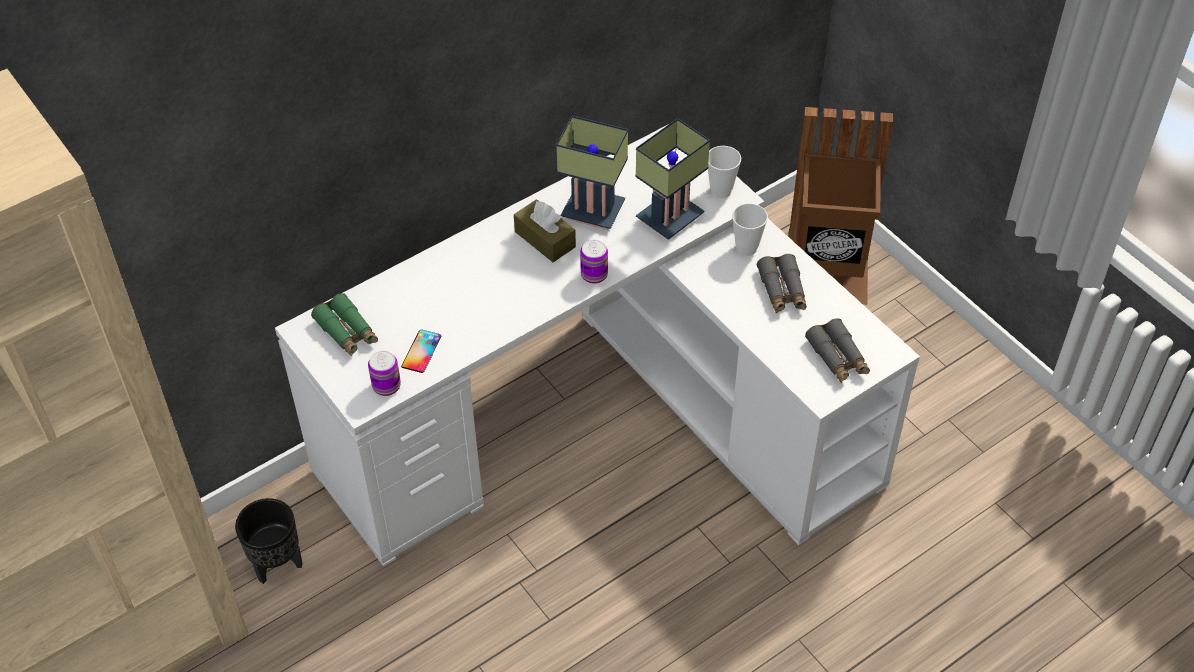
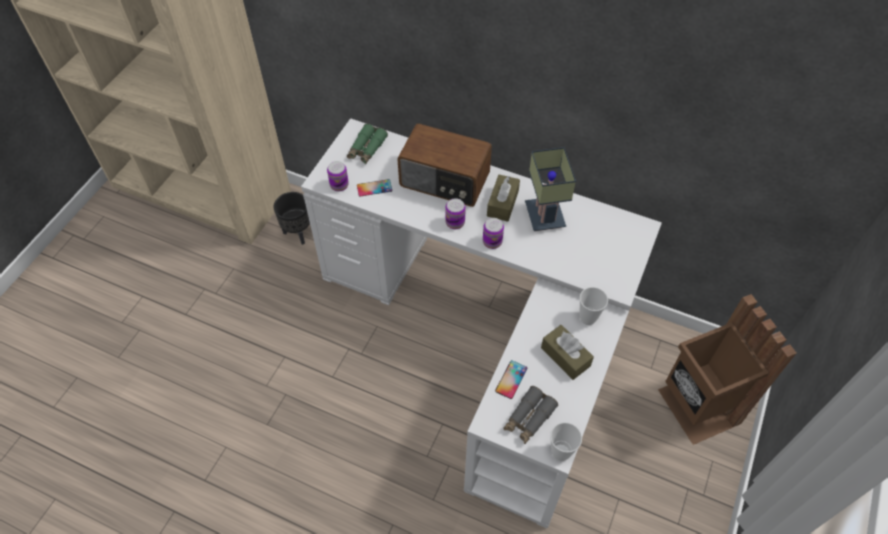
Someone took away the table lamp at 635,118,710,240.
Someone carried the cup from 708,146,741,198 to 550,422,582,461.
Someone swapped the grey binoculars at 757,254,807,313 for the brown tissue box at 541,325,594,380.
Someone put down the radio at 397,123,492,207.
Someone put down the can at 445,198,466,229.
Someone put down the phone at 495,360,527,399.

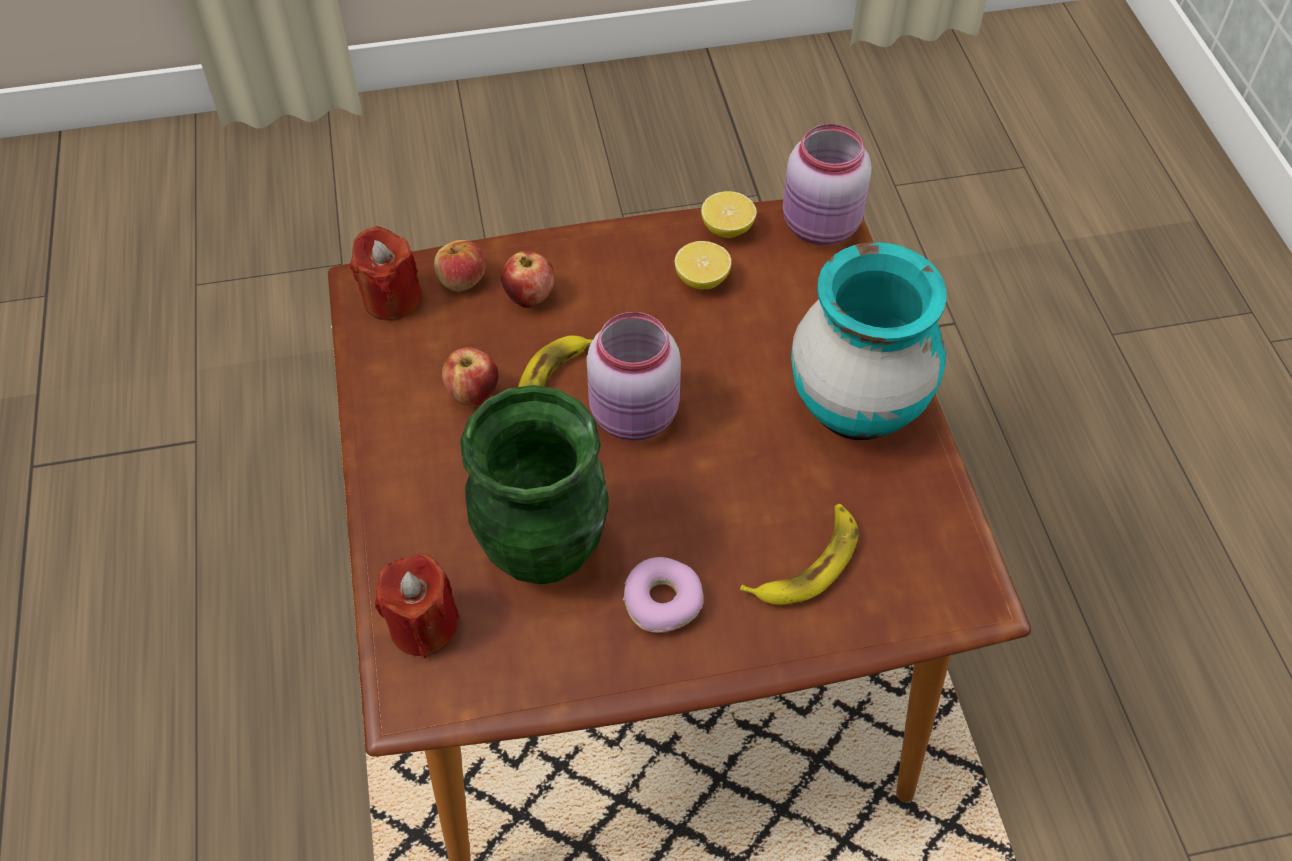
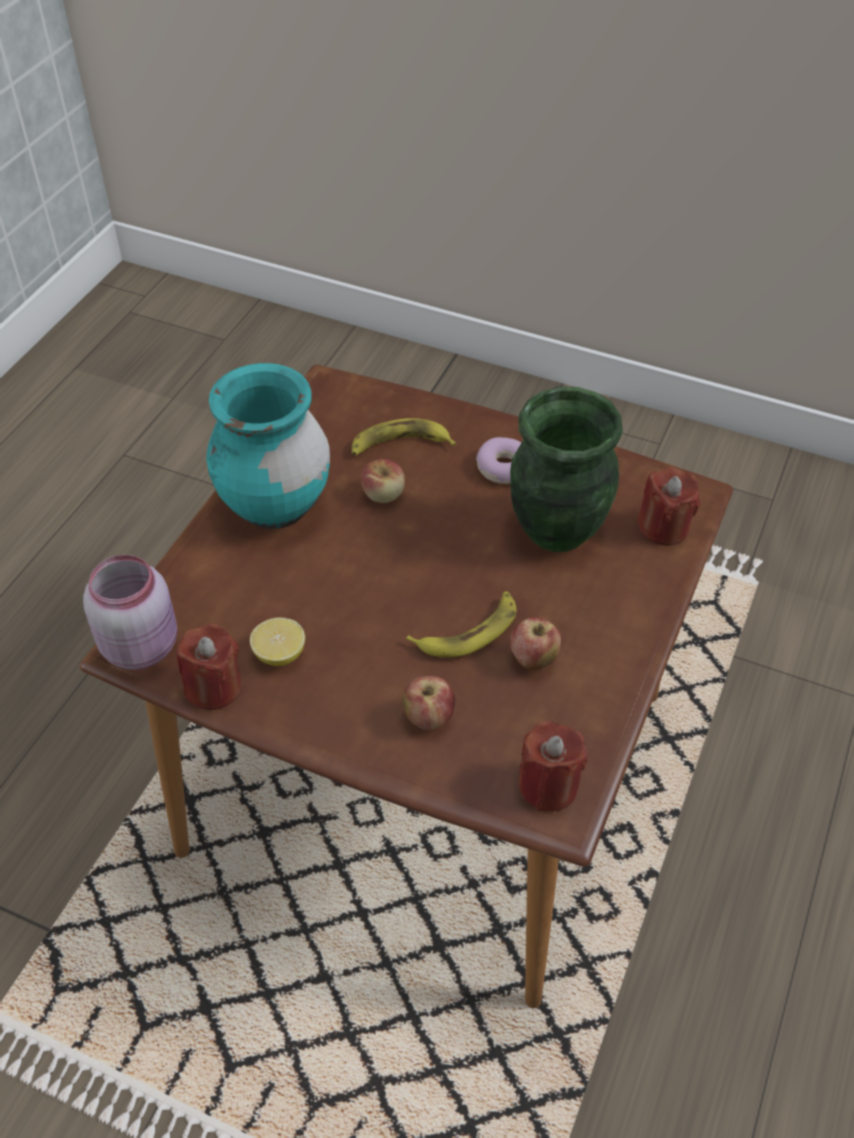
Someone carried the apple from 434,240,486,291 to 361,459,405,503.
Someone took away the pink jar at 586,312,681,441.
Someone swapped the lemon at 701,191,757,238 for the red candle at 177,623,242,710.

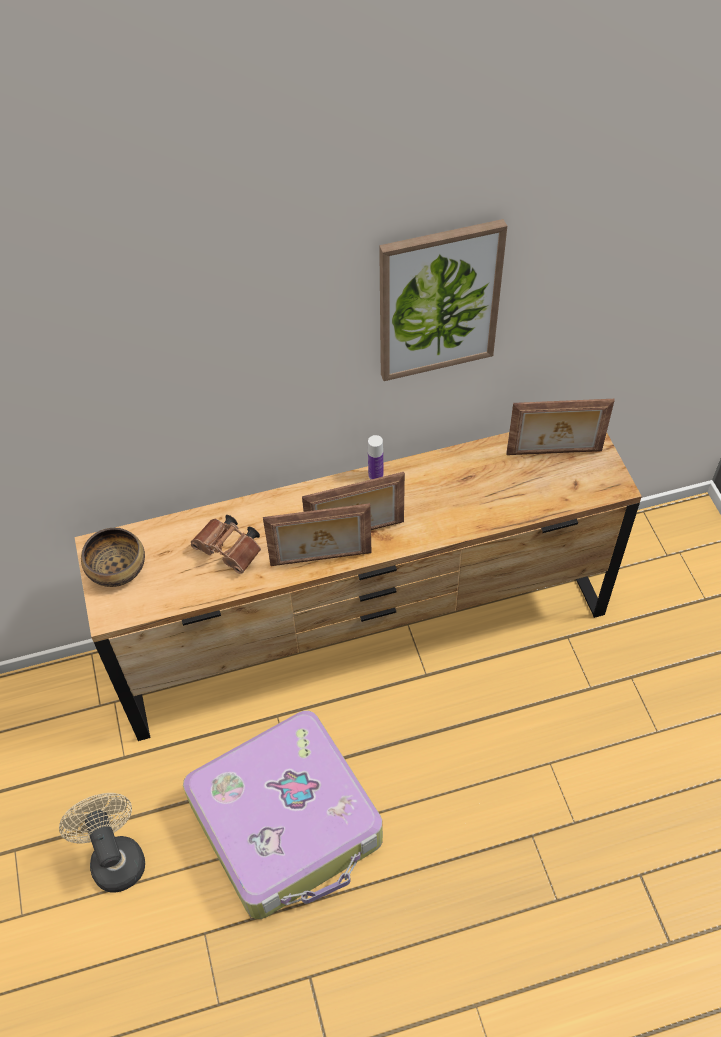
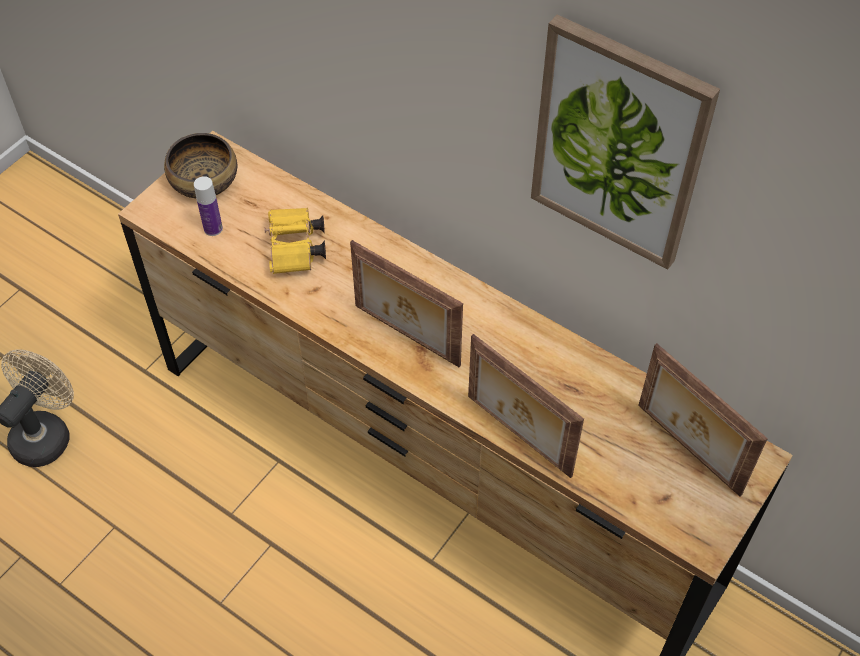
Someone took away the suitcase at 183,710,383,919.
Someone repainted the brown binoculars at 191,515,261,574, which became the yellow binoculars at 264,208,326,274.
Someone carried the picture frame from 263,503,372,566 to 468,334,584,478.
Someone carried the bottle from 368,435,383,479 to 194,176,223,236.

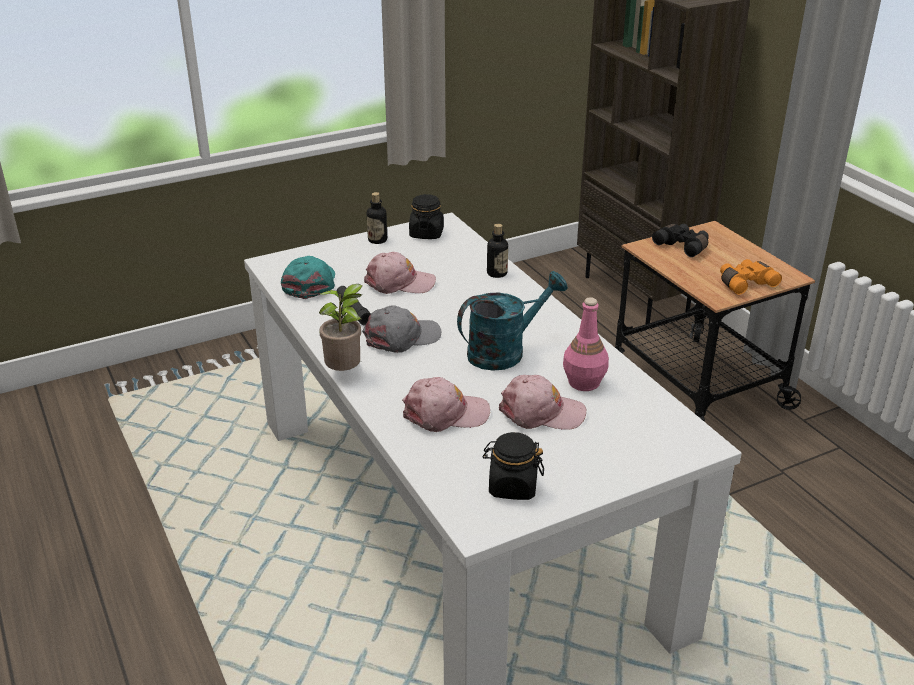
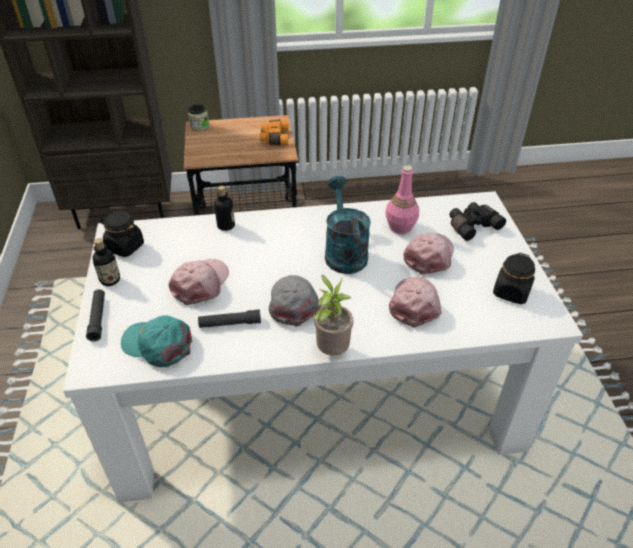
Someone carried the black binoculars from 652,224,709,257 to 449,202,506,241.
Someone put down the black flashlight at 86,289,105,341.
Someone put down the jar at 188,104,209,131.

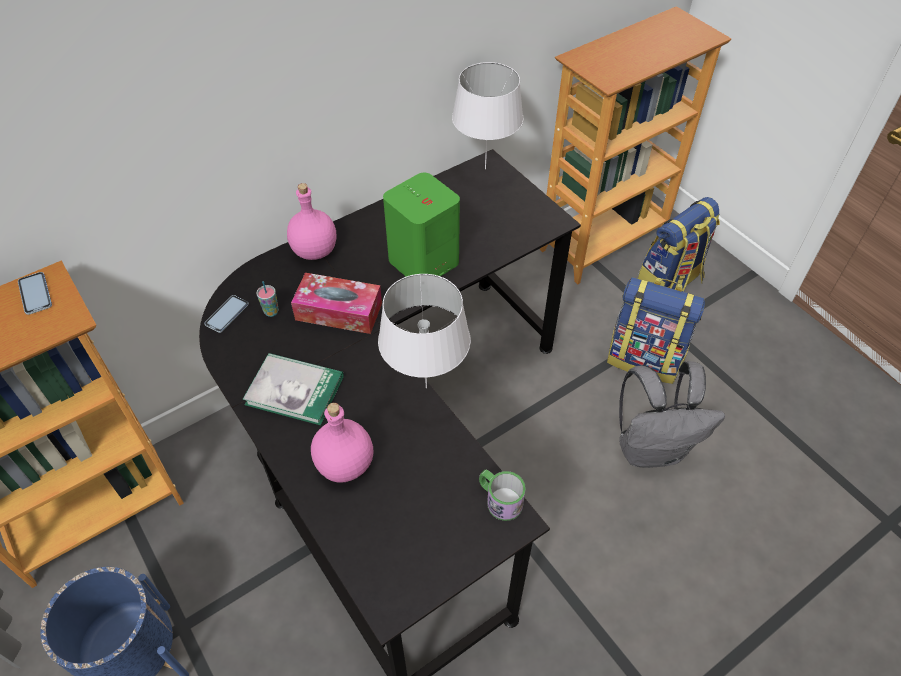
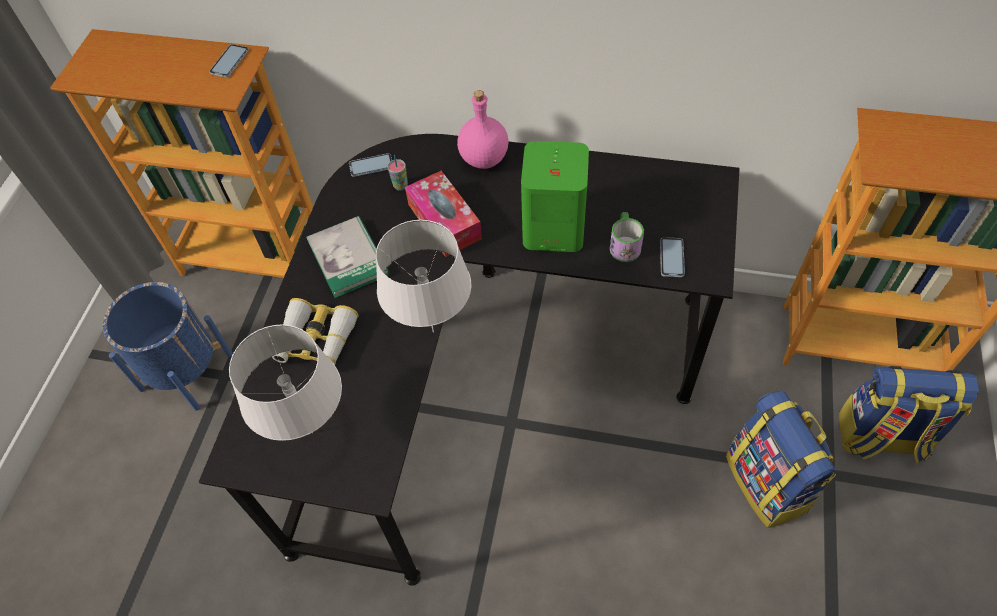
Someone swapped the pink bottle at 311,403,373,483 for the binoculars at 272,298,358,365.
Someone carried the white table lamp from 452,62,524,169 to 229,324,342,441.
Someone carried the mug from 479,470,526,521 to 610,212,644,262.
Someone took away the grey backpack at 619,361,725,468.
Someone put down the phone at 660,237,685,277.

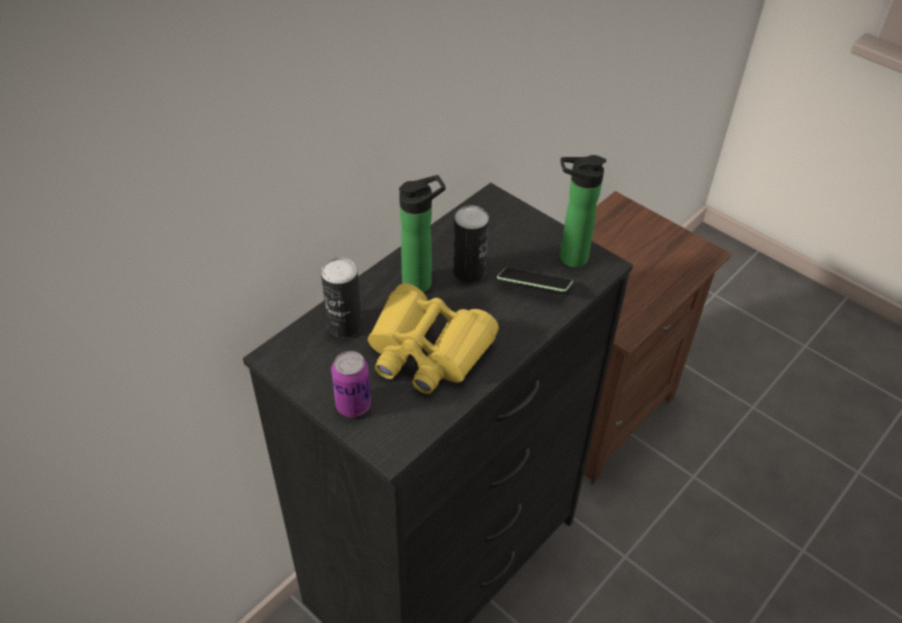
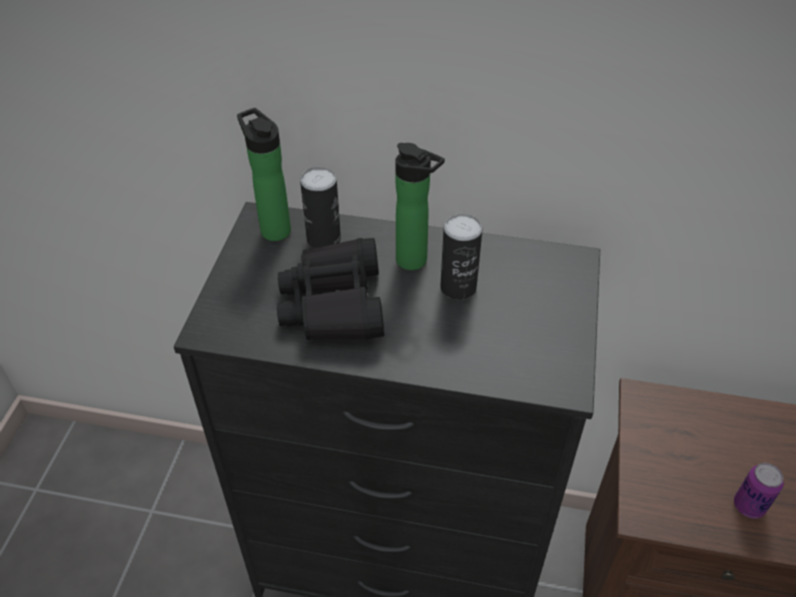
Someone carried the can from 331,351,371,417 to 734,463,784,519.
Someone repainted the yellow binoculars at 368,283,499,394, which became the black binoculars at 277,238,384,340.
Someone took away the phone at 497,268,573,292.
Someone carried the bottle from 560,155,606,268 to 237,108,291,241.

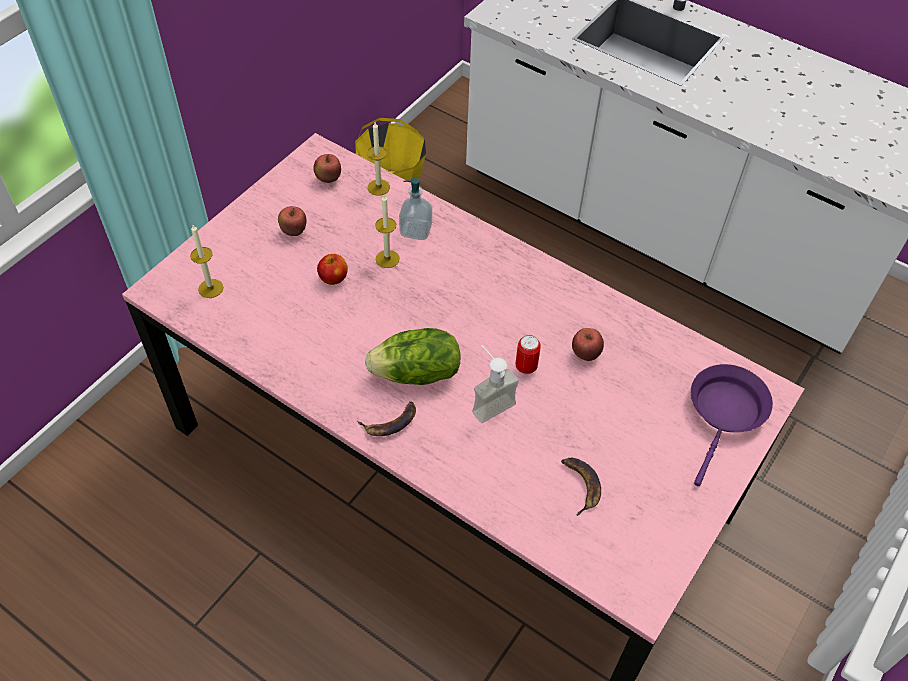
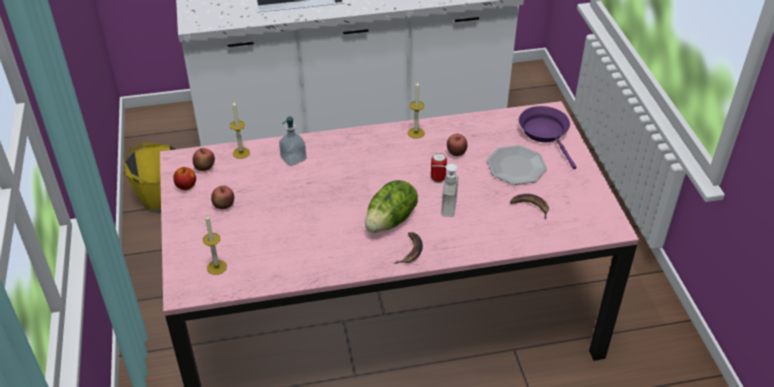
Someone carried the apple from 317,254,348,285 to 173,167,196,190.
Someone carried the candle from 375,195,399,268 to 408,82,425,139.
Someone put down the plate at 487,145,547,185.

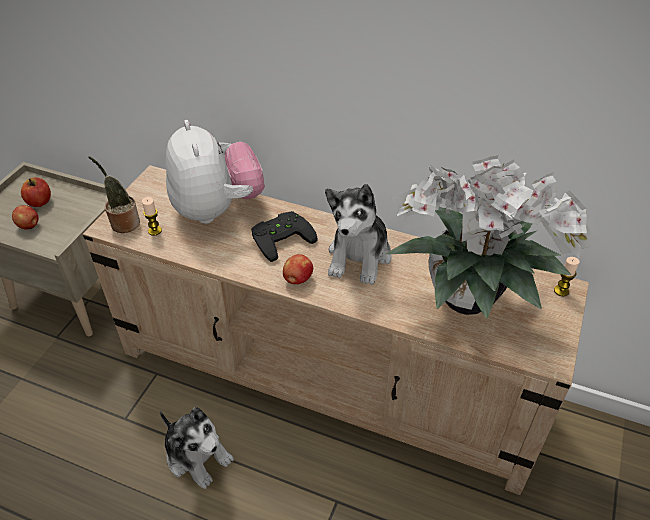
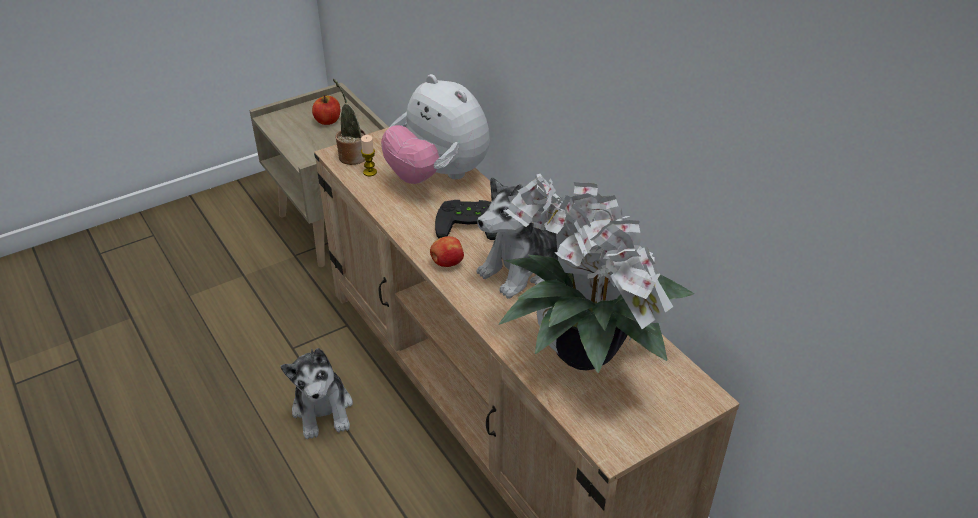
Someone took away the apple at 12,205,38,230.
Someone rotated the plush toy at 166,120,265,224 by 120 degrees clockwise.
Someone took away the candle at 554,257,579,296.

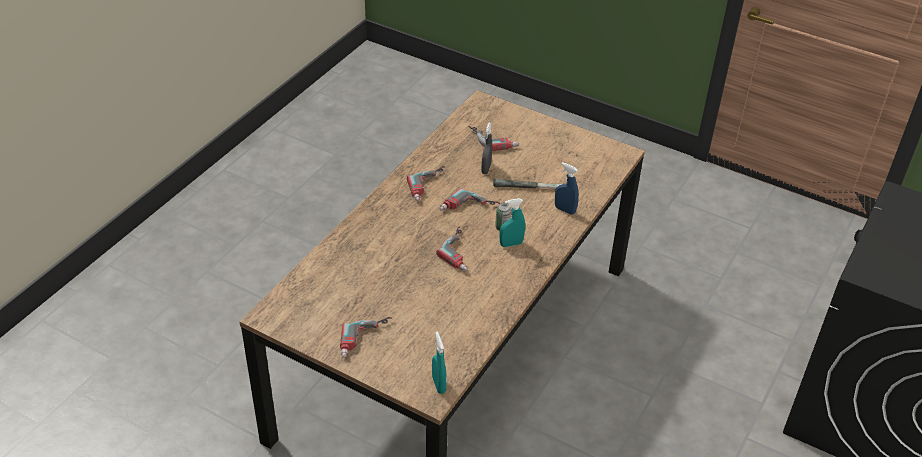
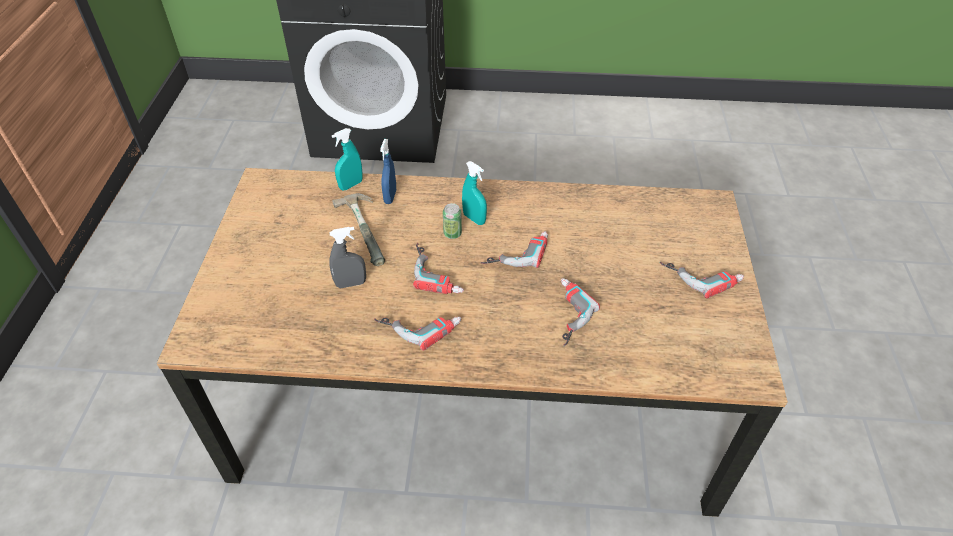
Someone carried the turquoise spray bottle from 432,332,446,394 to 332,128,363,190.
Someone carried the power drill from 469,125,519,151 to 561,278,600,346.

